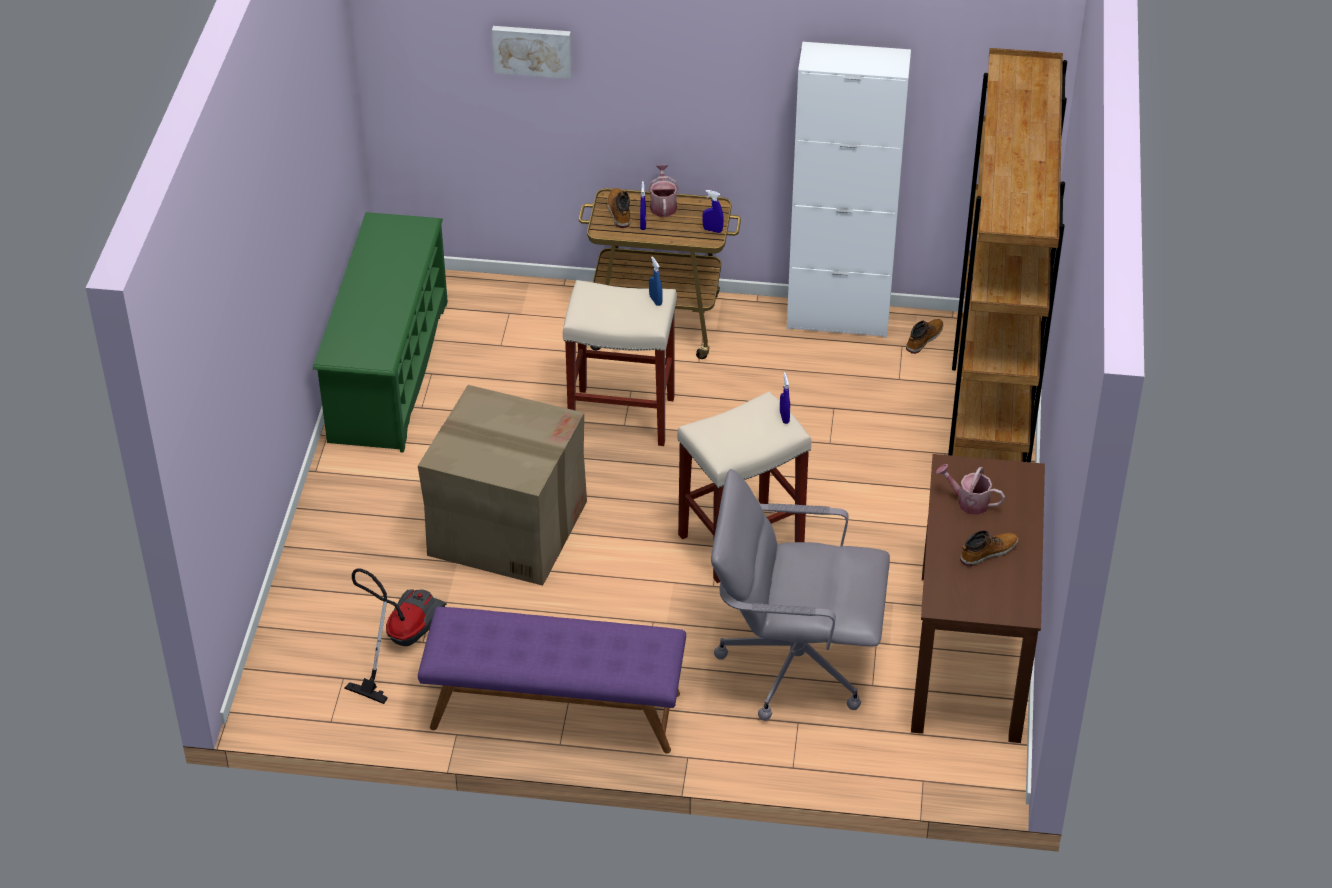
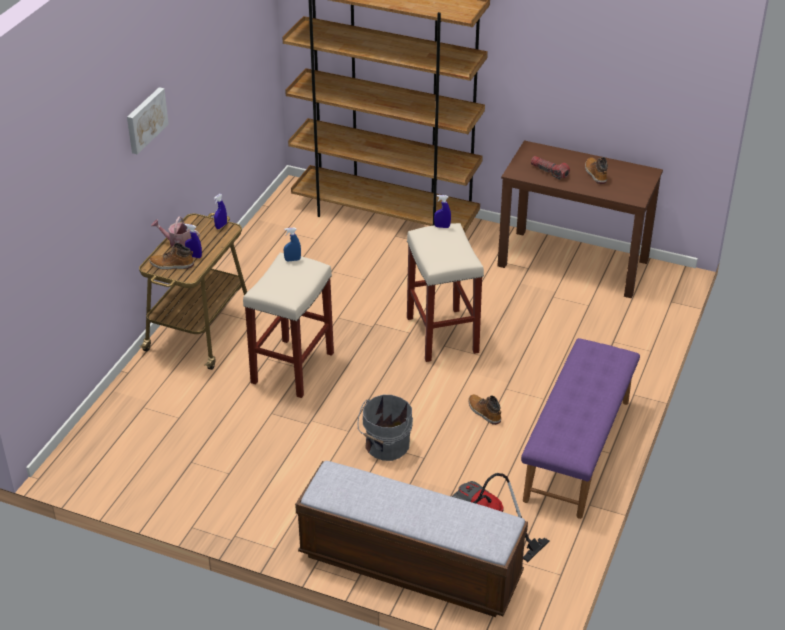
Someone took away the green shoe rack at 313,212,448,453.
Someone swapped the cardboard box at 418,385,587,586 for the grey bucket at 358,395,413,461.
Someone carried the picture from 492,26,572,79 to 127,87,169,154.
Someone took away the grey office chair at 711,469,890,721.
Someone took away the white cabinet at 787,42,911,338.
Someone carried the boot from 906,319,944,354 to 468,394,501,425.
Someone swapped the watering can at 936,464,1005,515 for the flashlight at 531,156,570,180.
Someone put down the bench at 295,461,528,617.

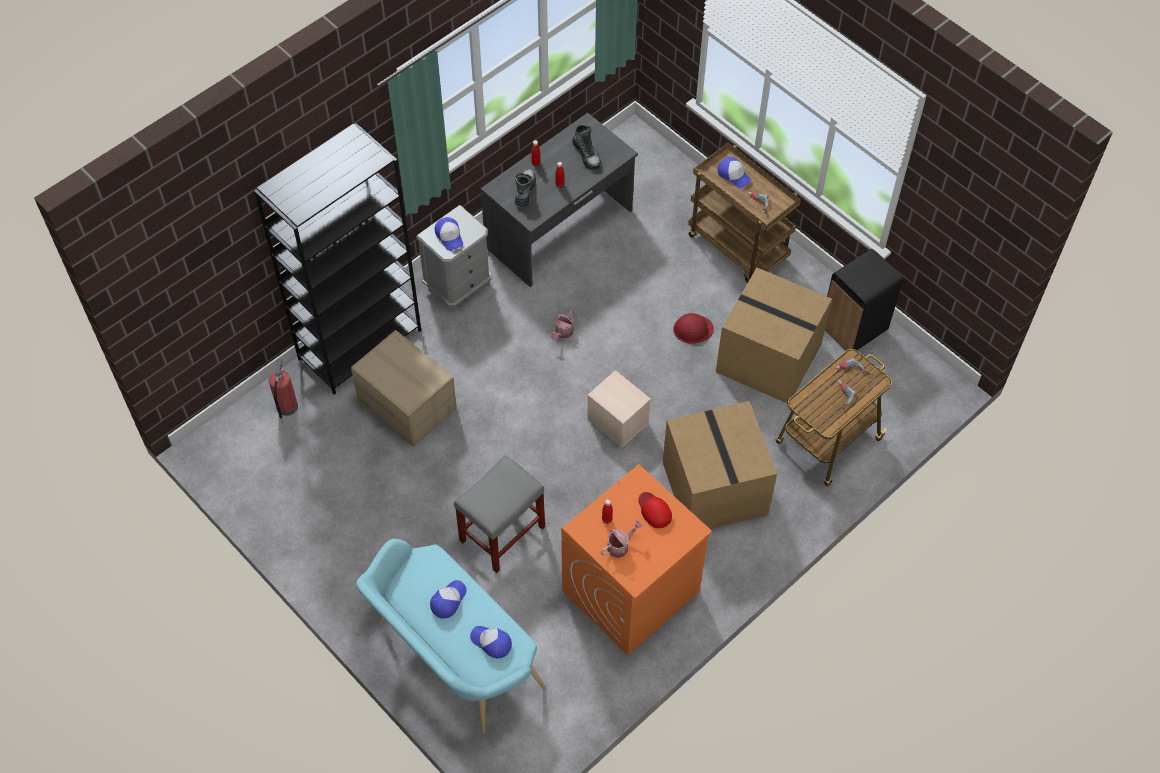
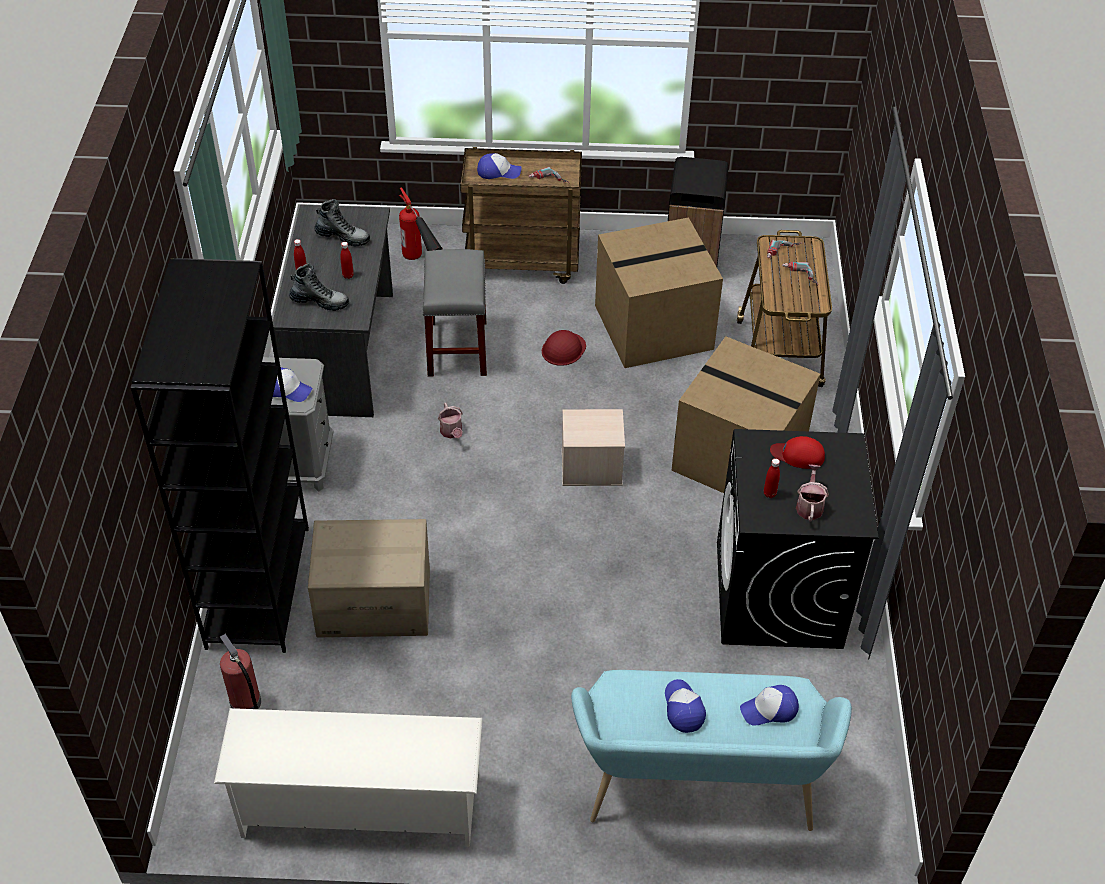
Someone carried the grey stool from 454,455,545,573 to 423,249,487,377.
Someone rotated the boot at 515,169,536,206 by 135 degrees clockwise.
Someone repainted the orange washing machine at 561,464,712,655, which became the black washing machine at 717,429,879,649.
Someone put down the white shoe rack at 214,708,483,847.
Someone put down the fire extinguisher at 399,187,443,260.

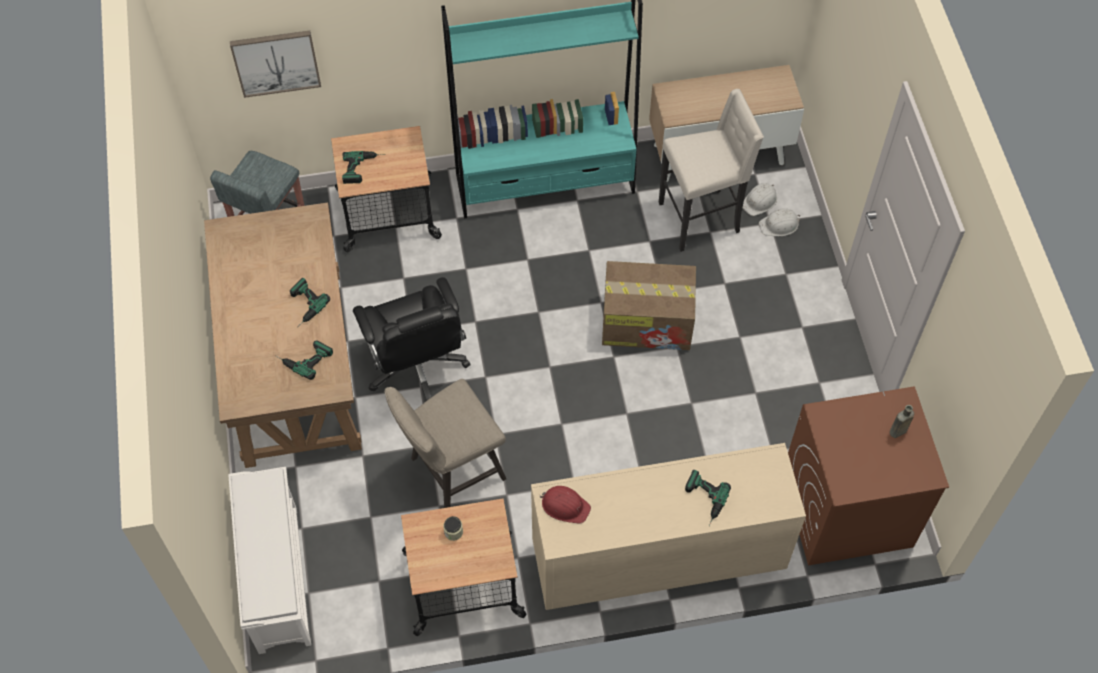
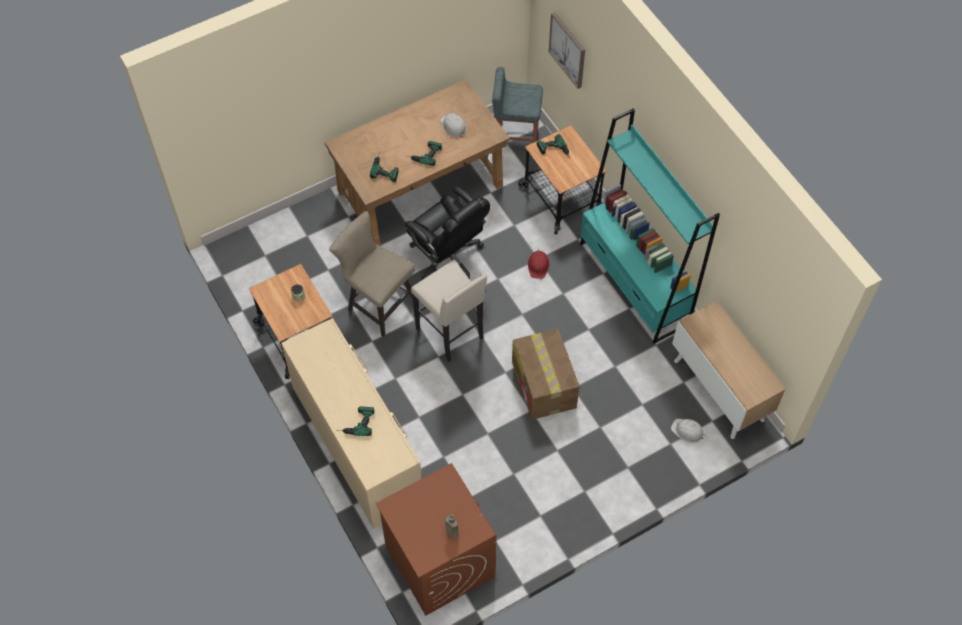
Someone took away the white shoe rack at 228,467,311,654.
Someone rotated the black office chair at 353,277,470,402 by 90 degrees counterclockwise.
Someone carried the red hard hat from 539,486,591,524 to 528,250,549,279.
Someone carried the beige stool from 659,89,764,252 to 411,260,488,362.
Someone carried the white hard hat from 759,208,800,236 to 440,113,467,137.

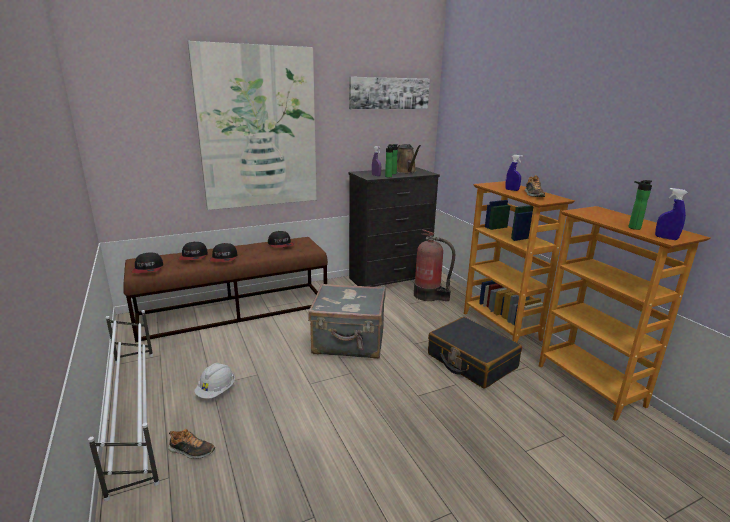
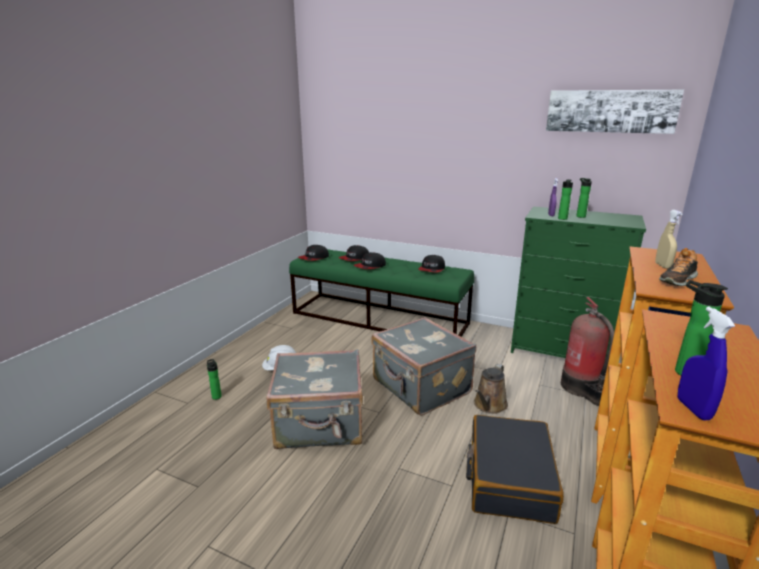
Someone took away the white shoe rack at 88,310,160,501.
Someone repainted the brown bench at 123,237,328,343, which became the green bench at 289,249,474,337.
Someone swapped the shoe at 168,429,215,459 for the bottle at 207,359,222,400.
Someone took away the picture at 188,41,317,210.
Someone repainted the black dresser at 348,167,440,287, which became the green dresser at 511,206,646,360.
Someone carried the brown watering can from 397,144,421,173 to 474,364,508,414.
Someone repainted the blue spray bottle at 505,155,523,191, which became the beige spray bottle at 655,210,683,269.
Someone put down the grey suitcase at 266,349,363,449.

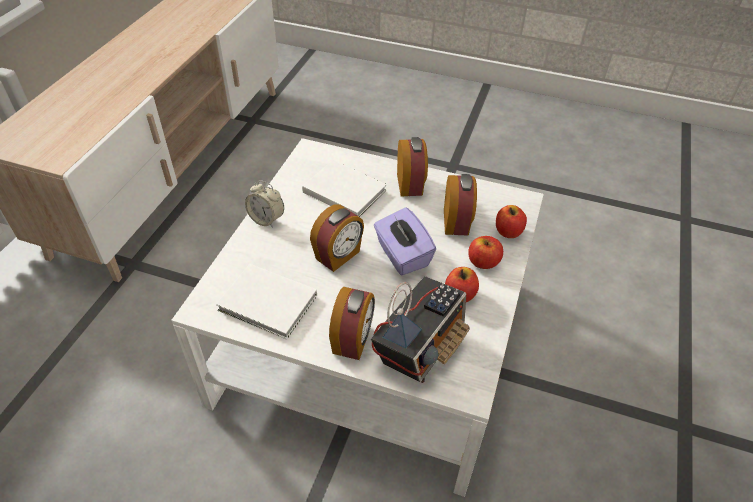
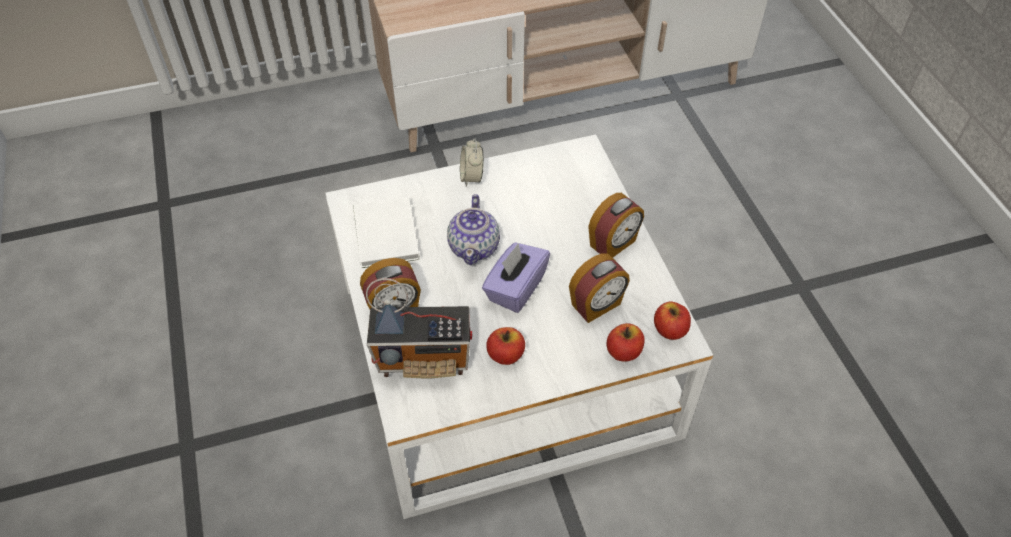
Someone took away the white book at 302,160,387,217.
Someone swapped the alarm clock at 310,204,364,272 for the teapot at 447,194,500,265.
Someone carried the apple from 468,236,503,269 to 654,301,691,340.

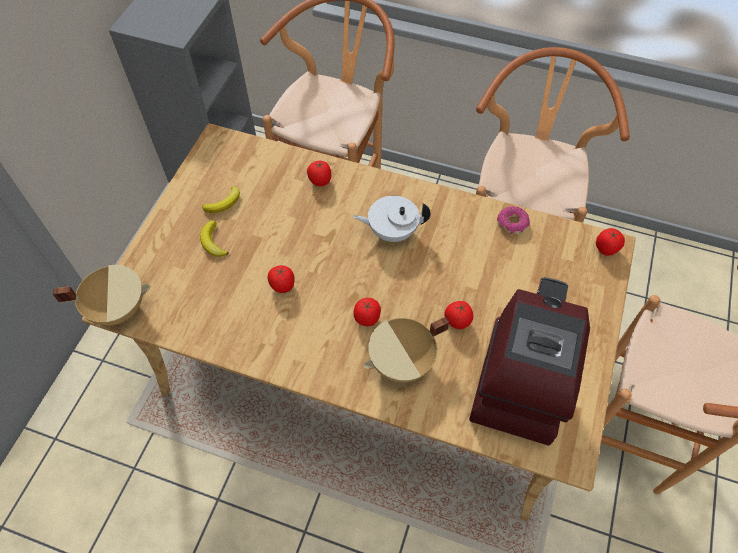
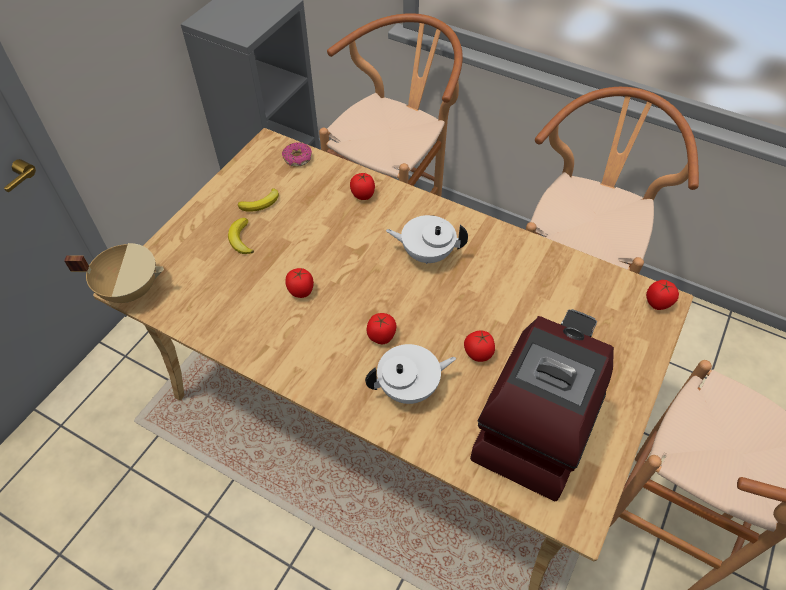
Someone swapped the beige cooking pot at 364,317,449,383 for the white teapot at 365,344,456,404.
Someone carried the donut from 497,206,530,234 to 282,142,312,167.

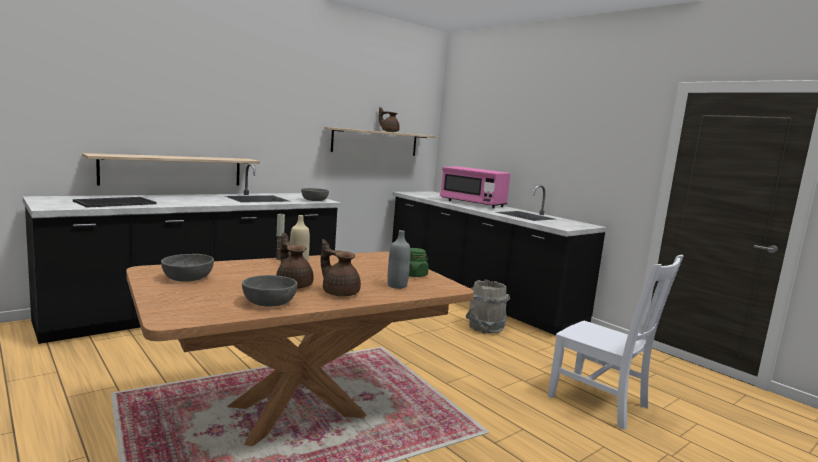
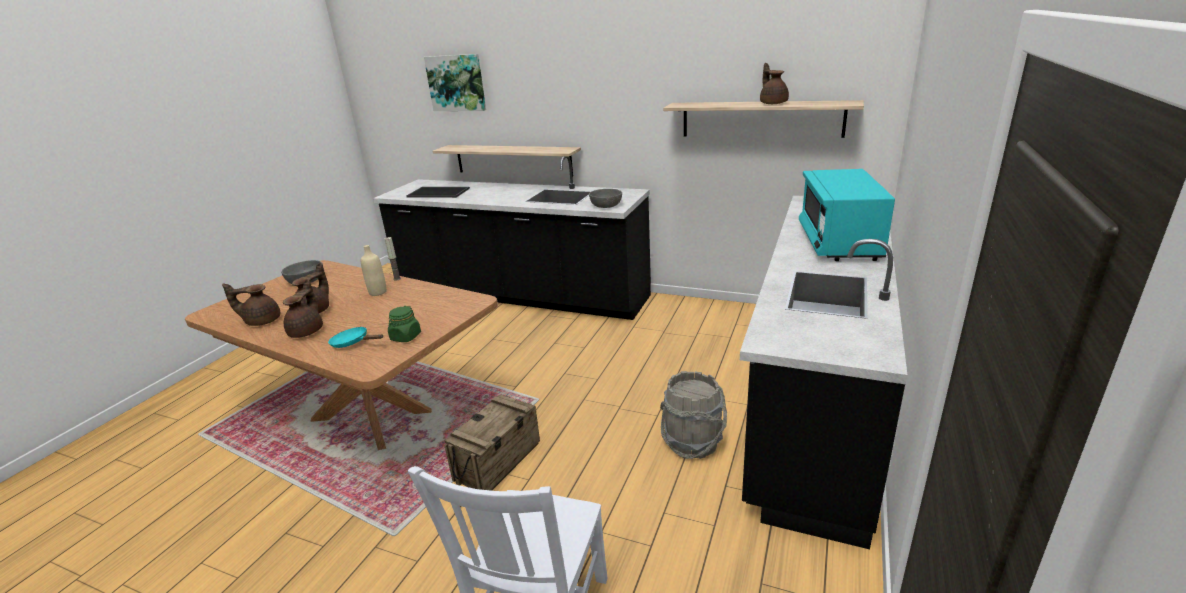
Someone swapped the grey bowl at 242,275,298,306 for the brown teapot at 222,283,281,326.
Someone swapped the grey bottle at 387,230,410,289 for the turquoise frying pan at 328,327,383,348.
Someone repainted the pink microwave at 440,167,510,208, which became the turquoise microwave at 799,169,895,261.
Someone put up the picture at 424,54,486,111.
Someone put down the crate at 444,394,540,491.

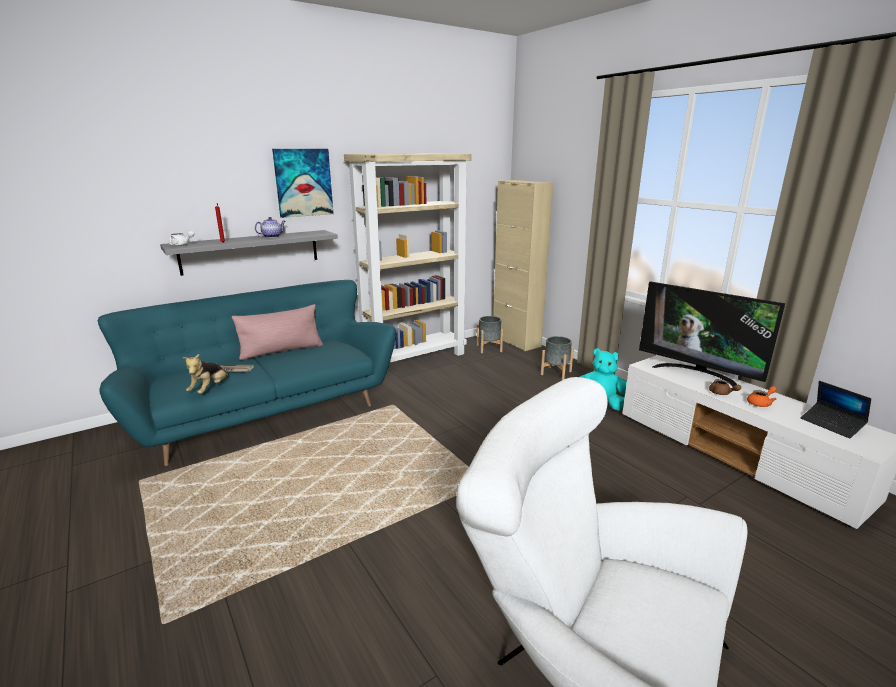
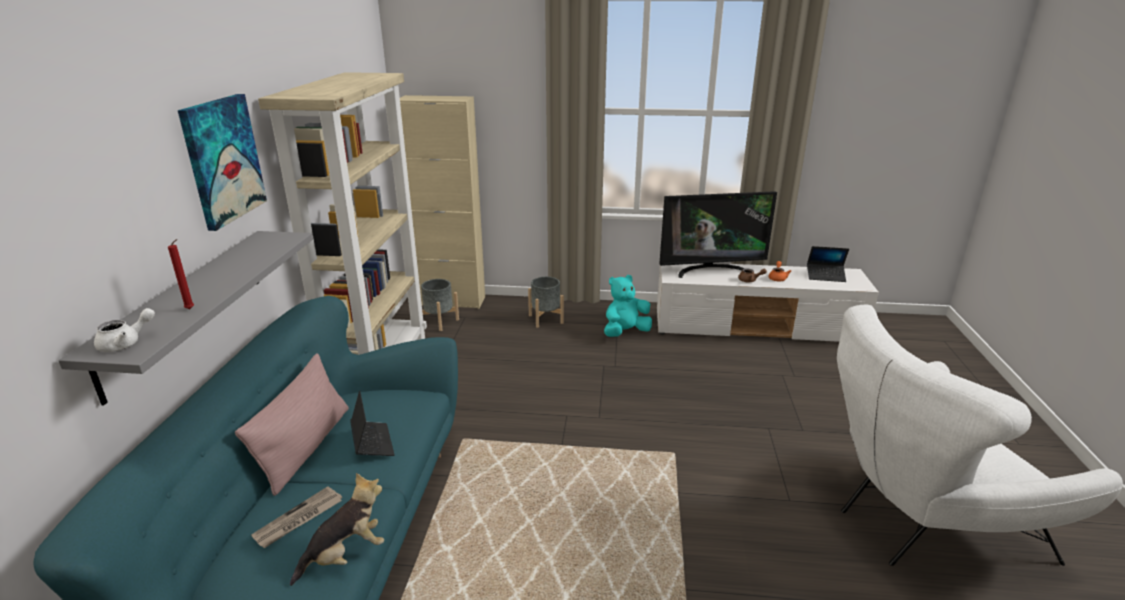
Someone rotated the plush toy at 183,354,229,394 by 90 degrees counterclockwise.
Someone took away the teapot at 255,217,285,238.
Someone put down the laptop at 350,390,395,456.

